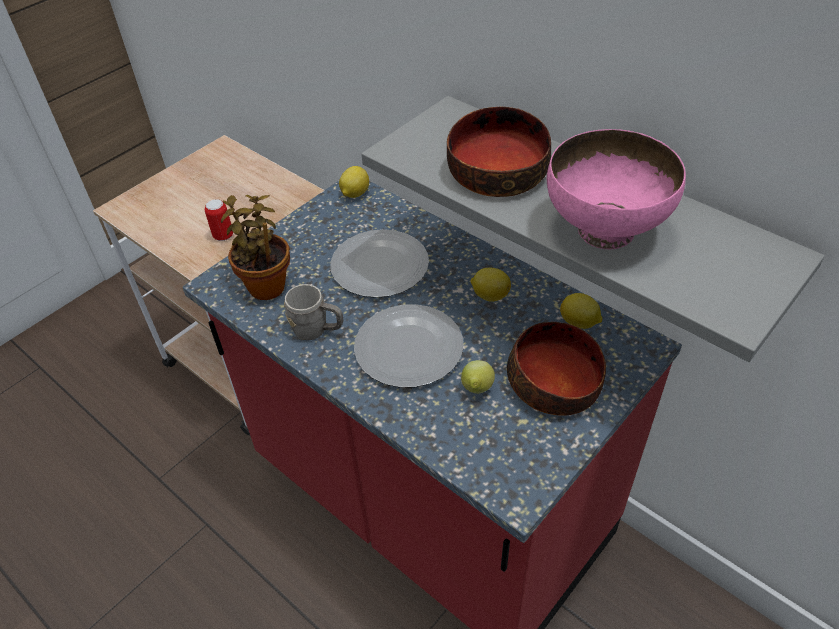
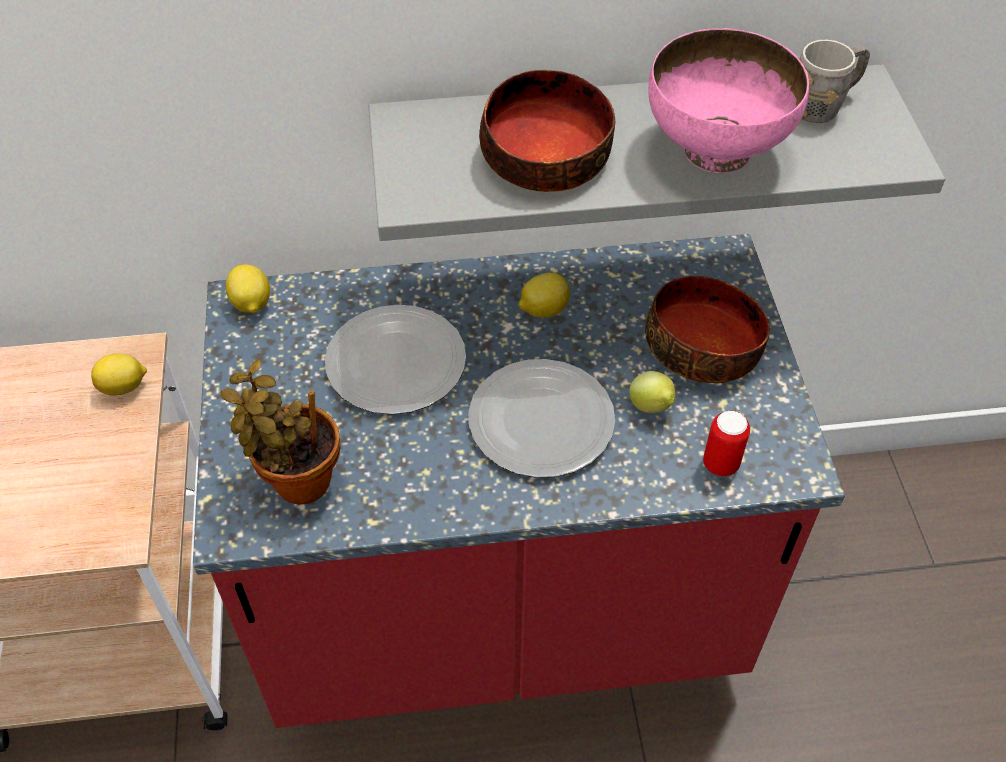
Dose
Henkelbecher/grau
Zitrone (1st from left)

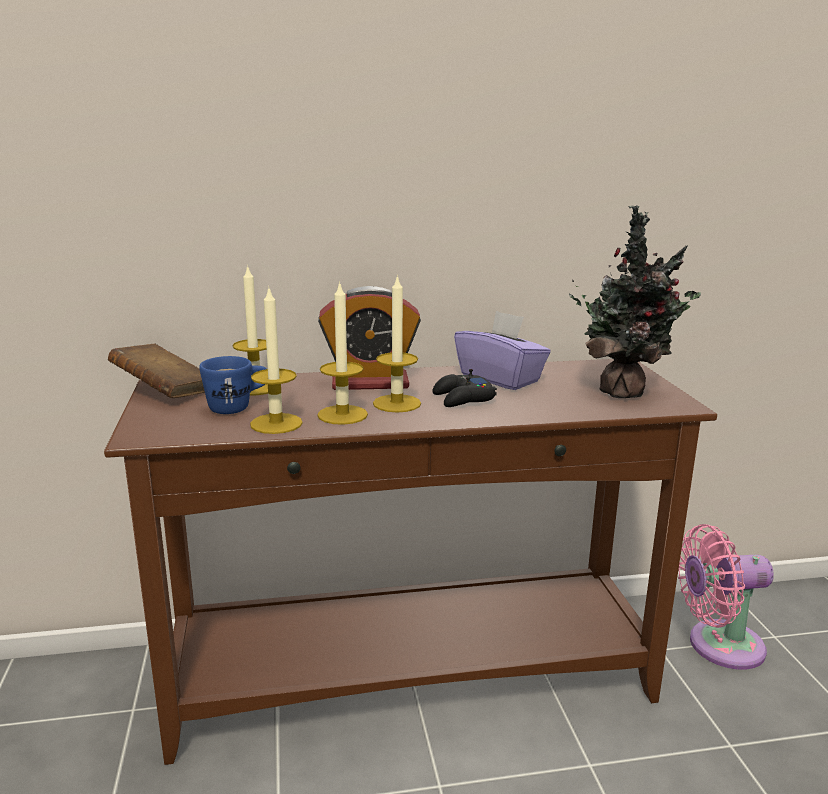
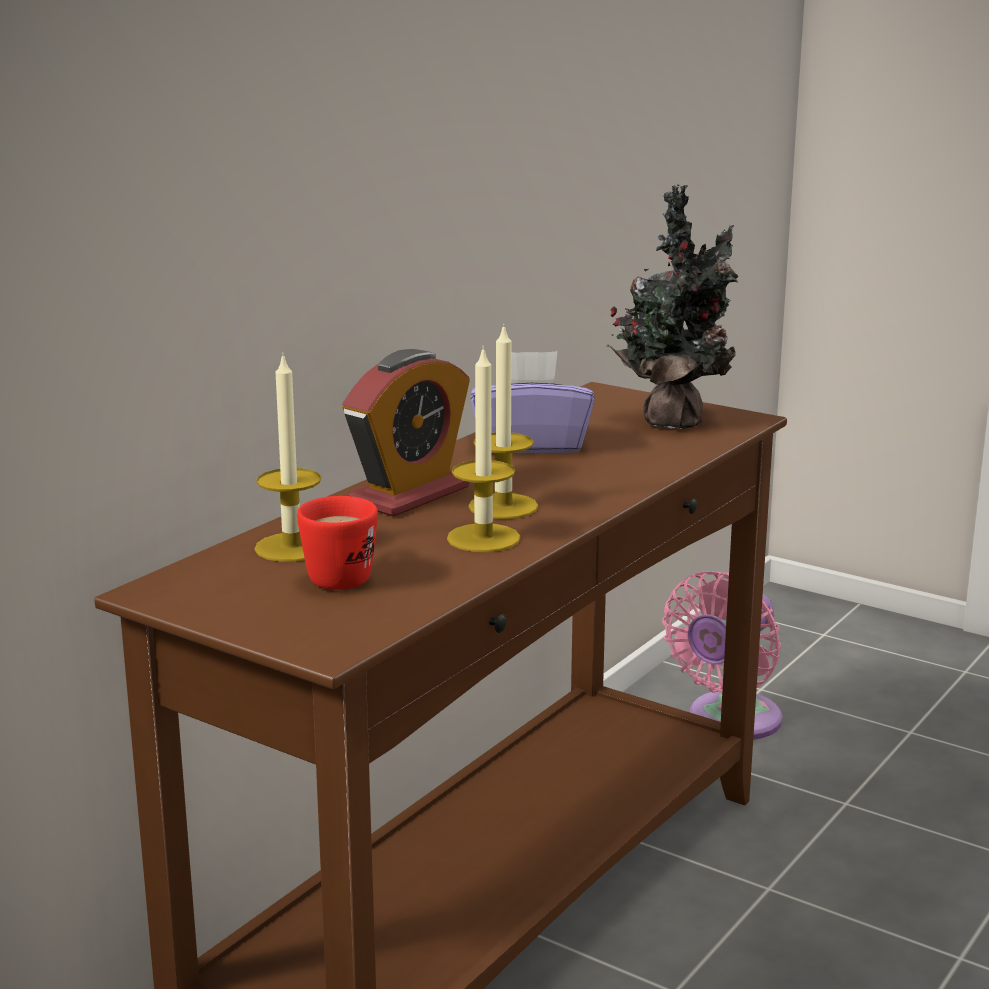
Buch/braun
Kerze (2nd from left in the first image)
Gamepad/schwarz
Henkelbecher/rot

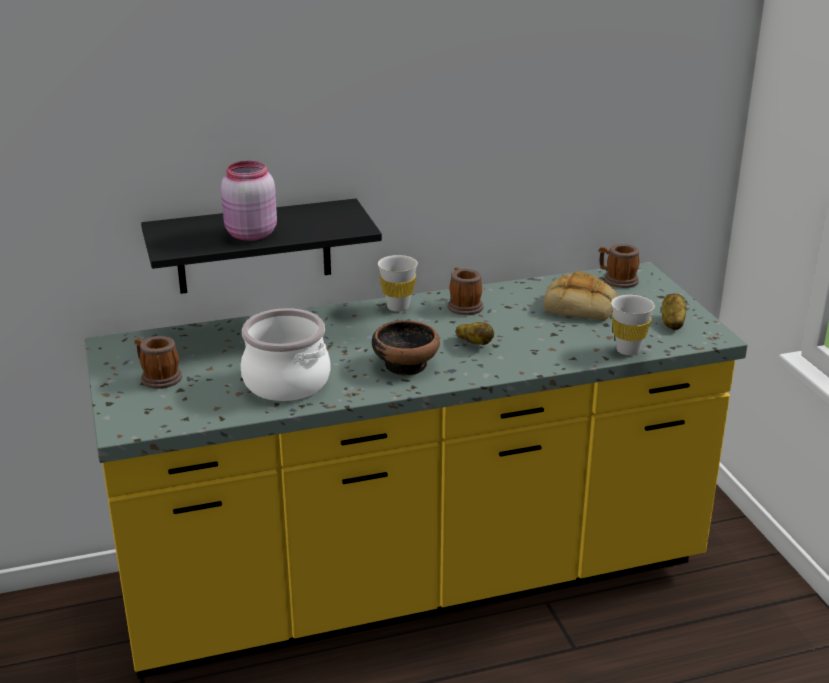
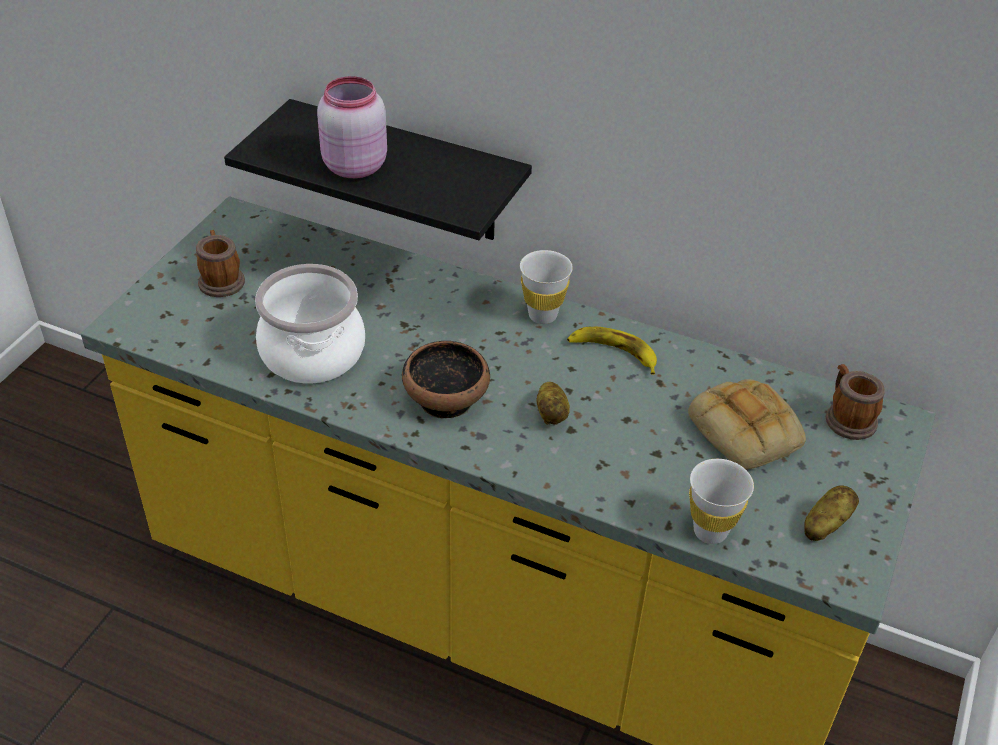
Banane

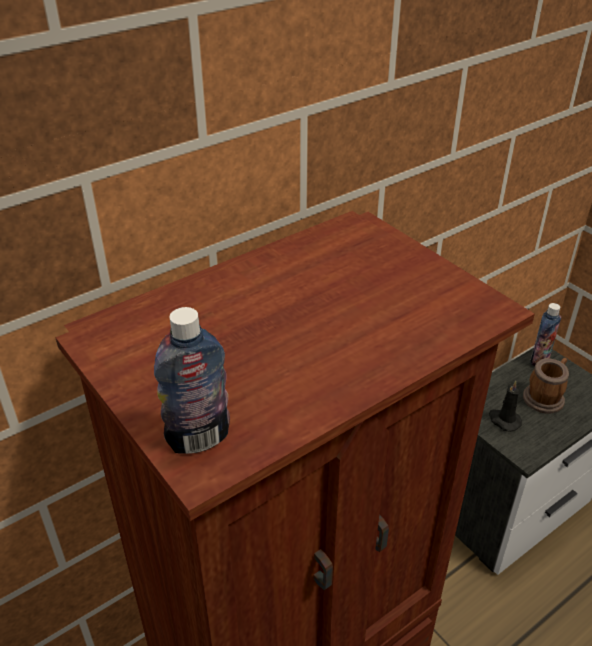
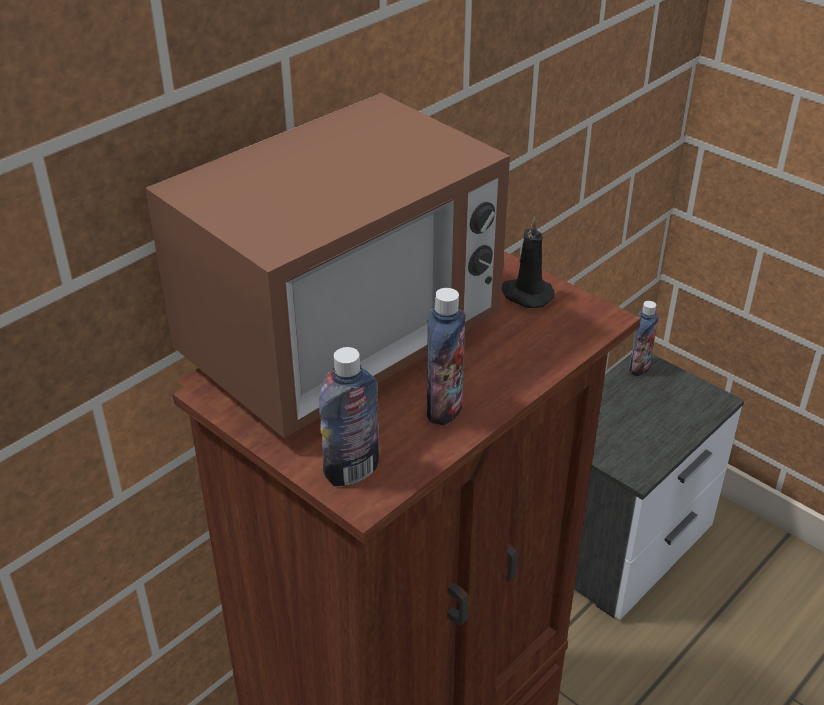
Henkelbecher
Mikrowelle
Flasche (2nd from left)
Kerze/schwarz

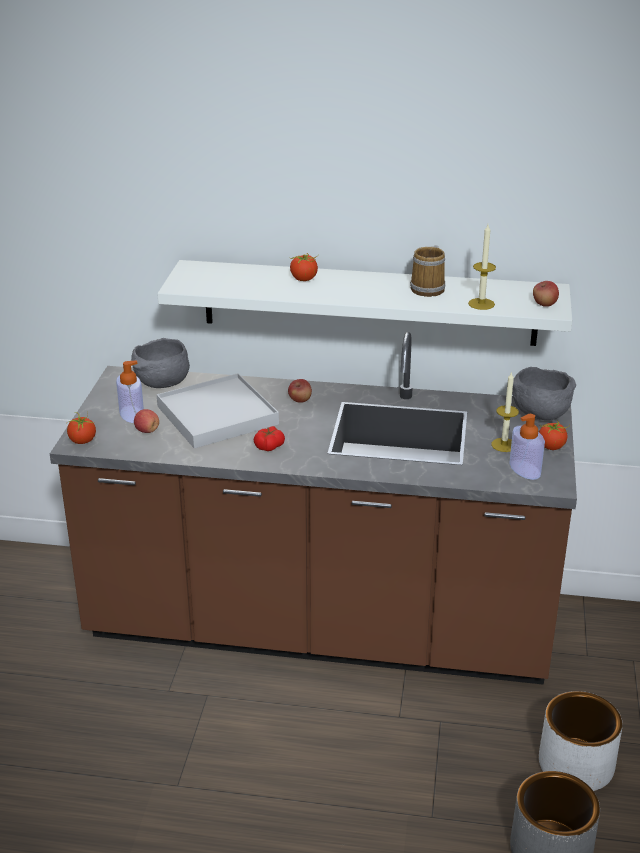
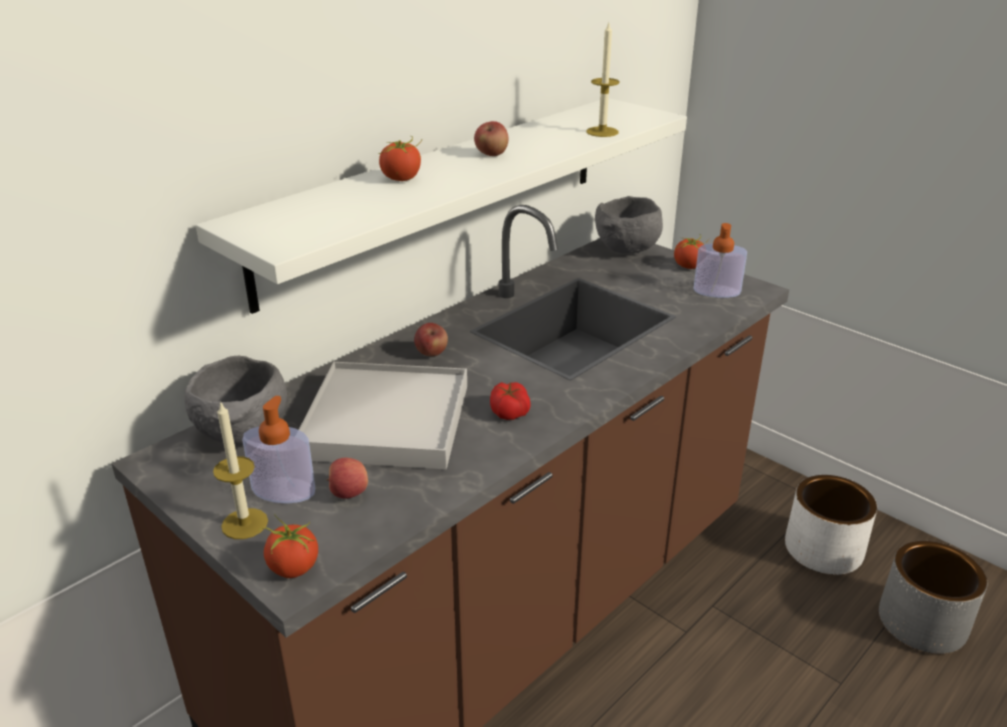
Henkelbecher
Kerze (1st from left)
Apfel (3rd from left)

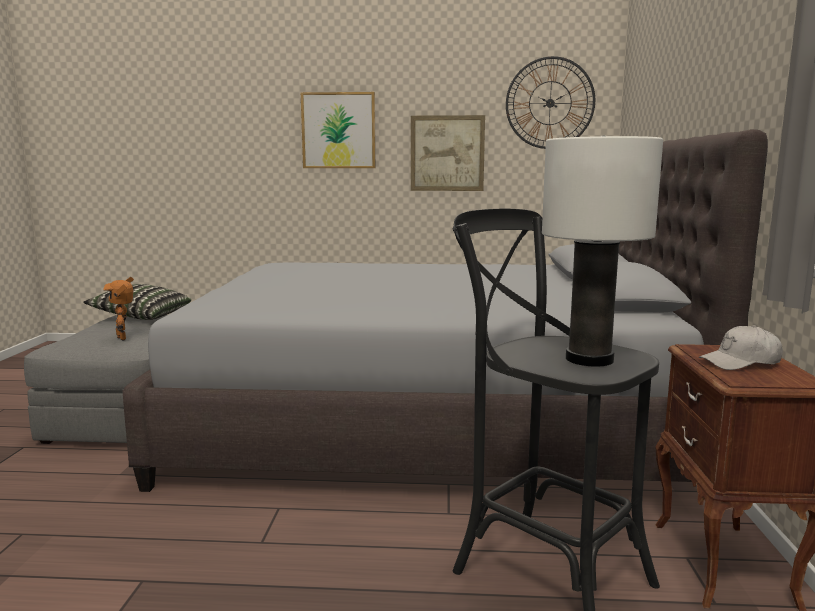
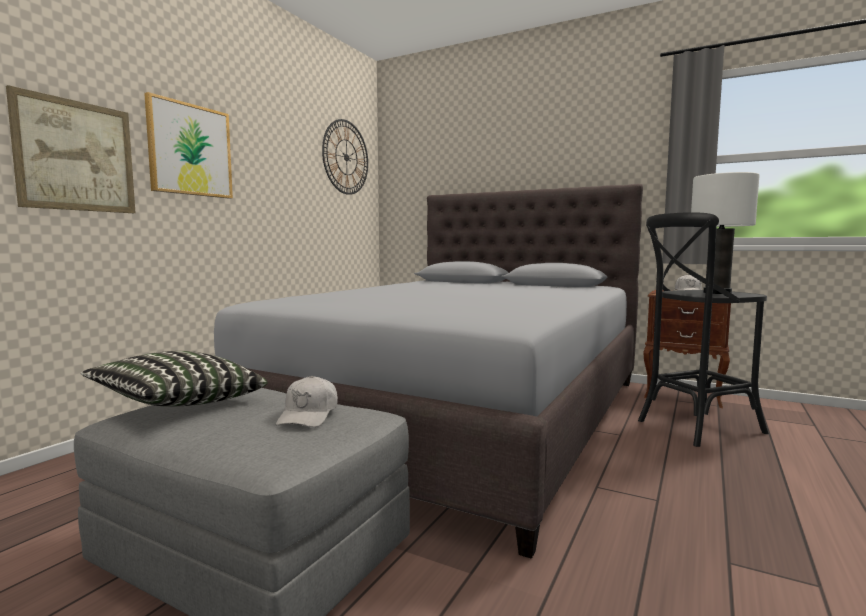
Bild (1st from left)
Kappe/weiß (1st from left)

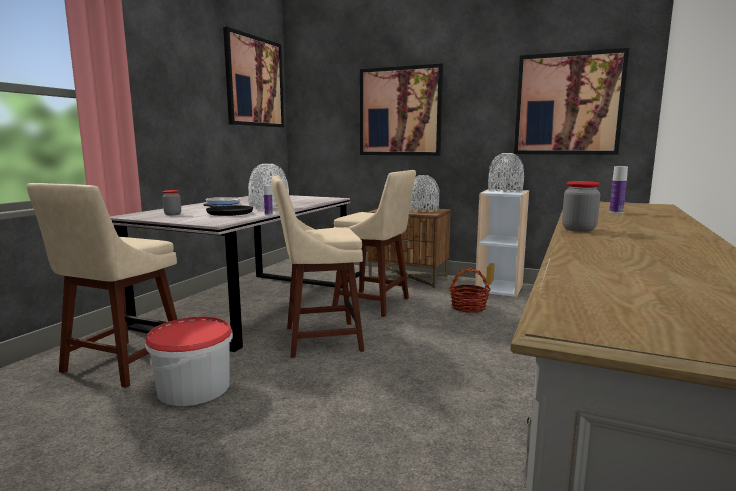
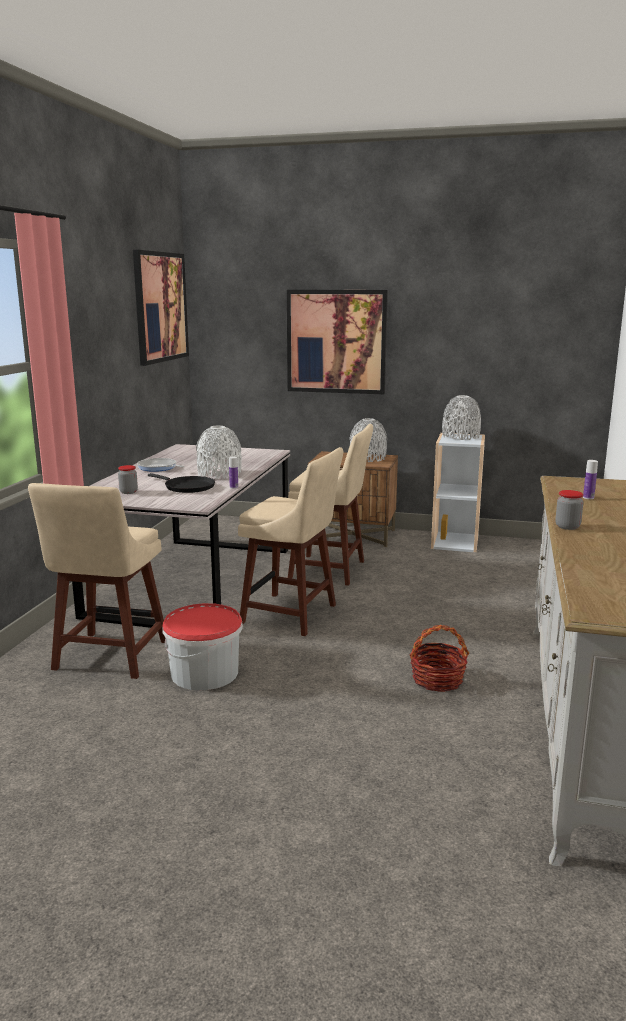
Bild (3rd from left in the first image)
Korb
Stuhl/beige (2nd from left)

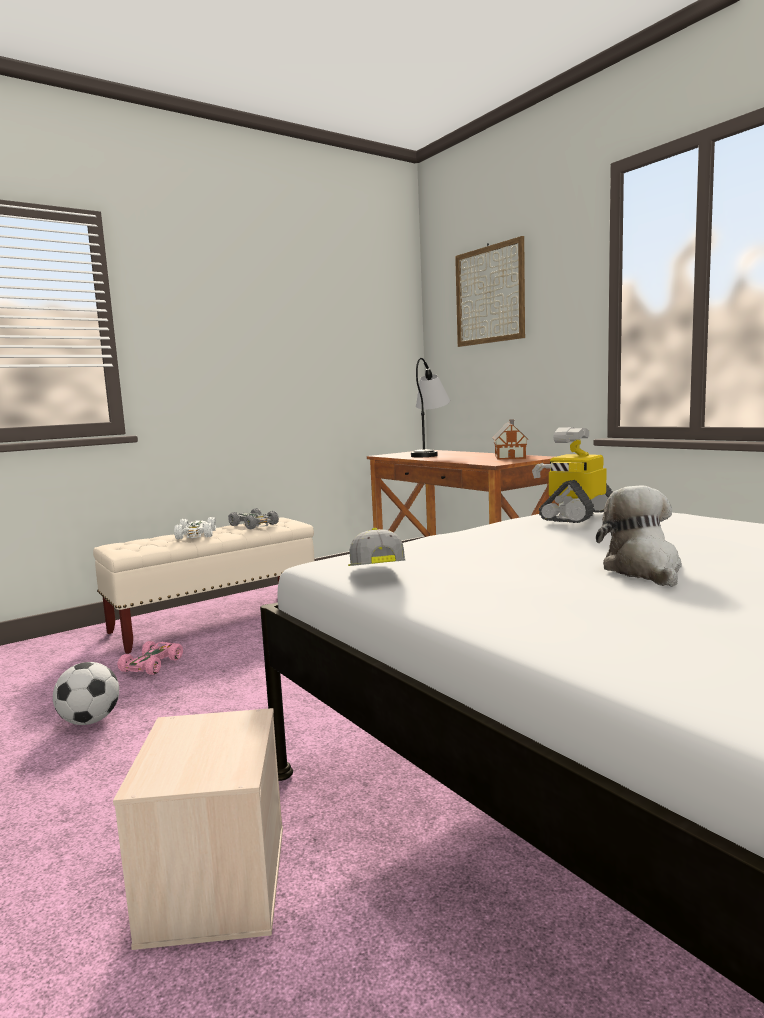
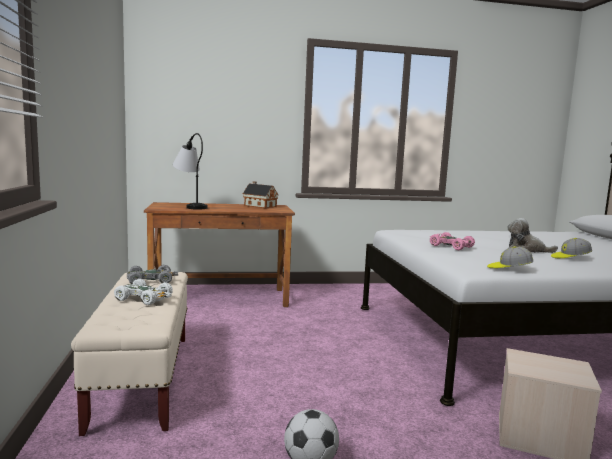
Bild
Spielzeugroboter
Kappe (2nd from left)
Spielzeugauto/rosa

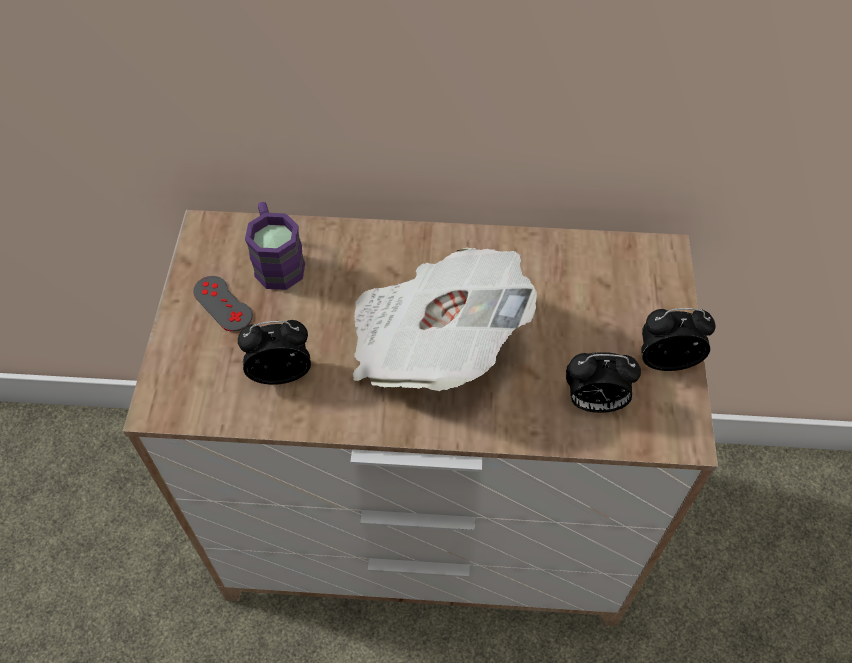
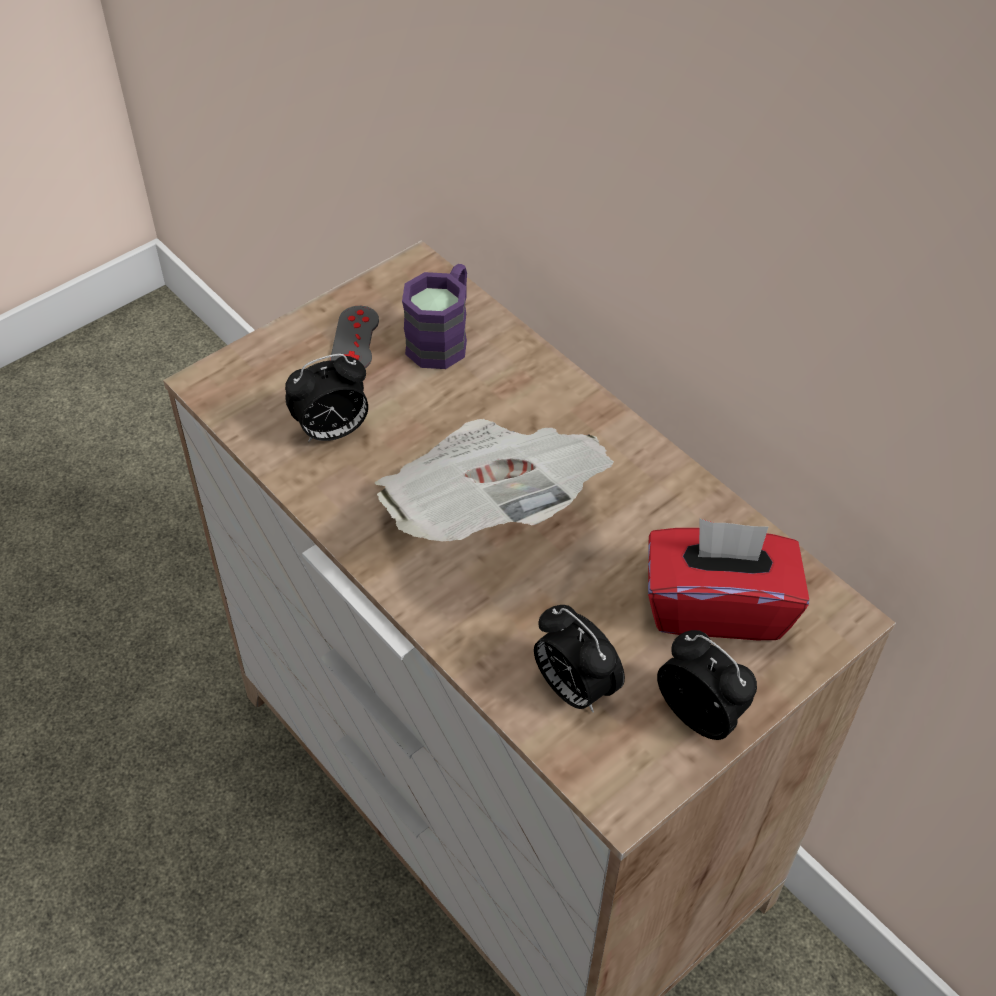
Taschentuchbox/rot
Wecker (1st from left)

